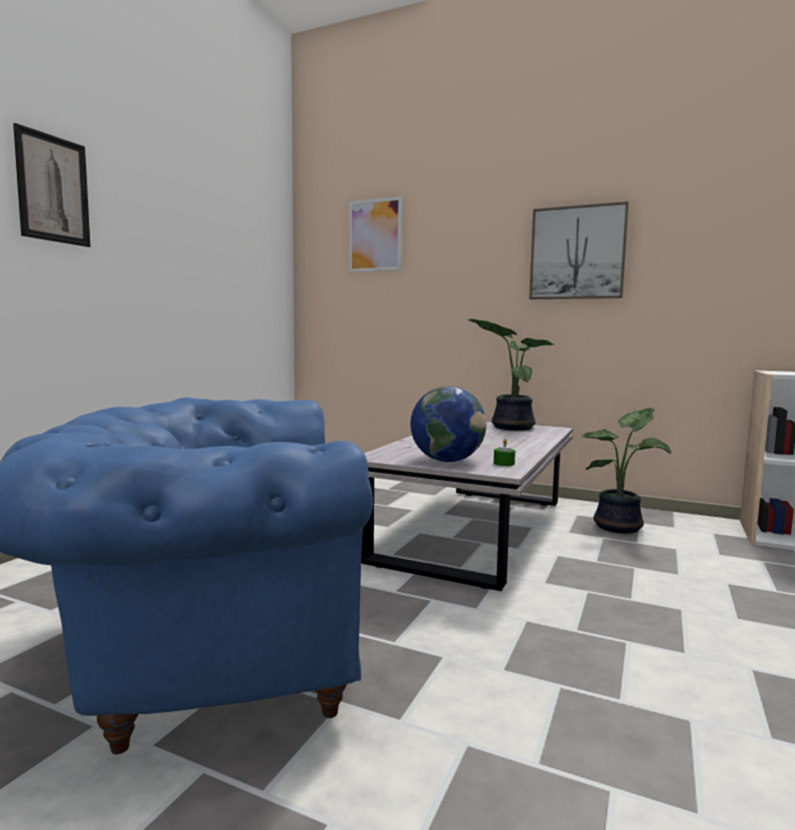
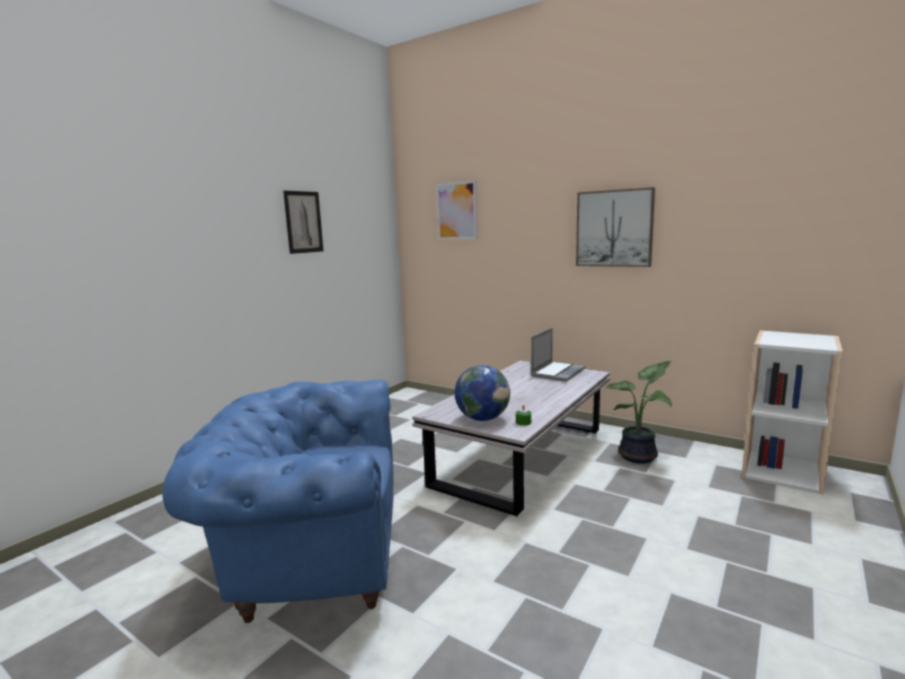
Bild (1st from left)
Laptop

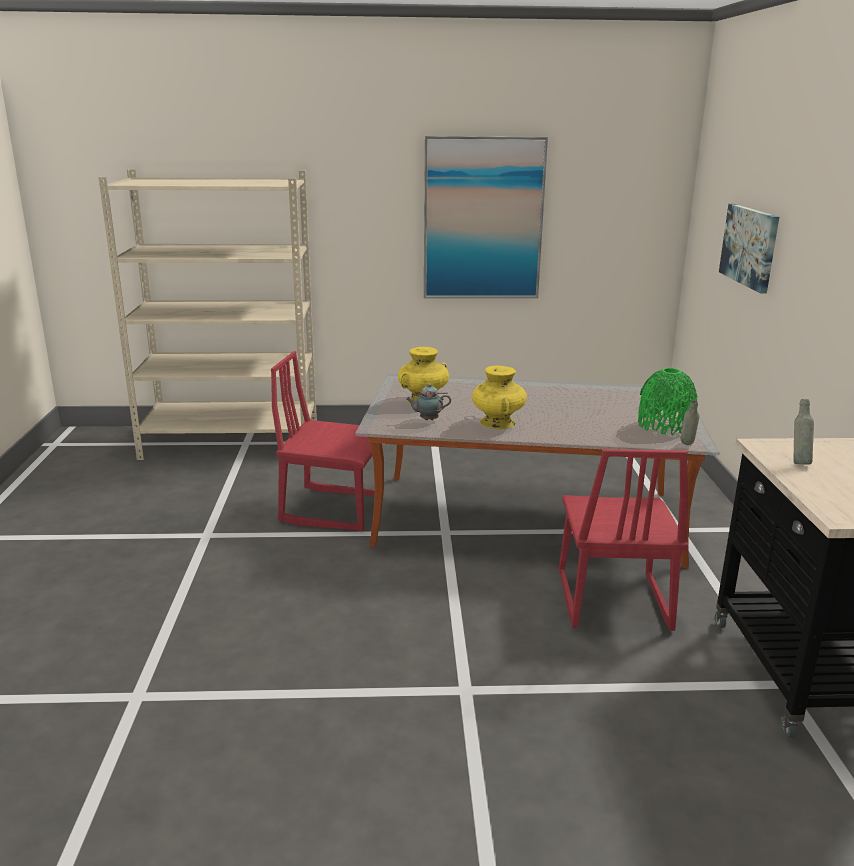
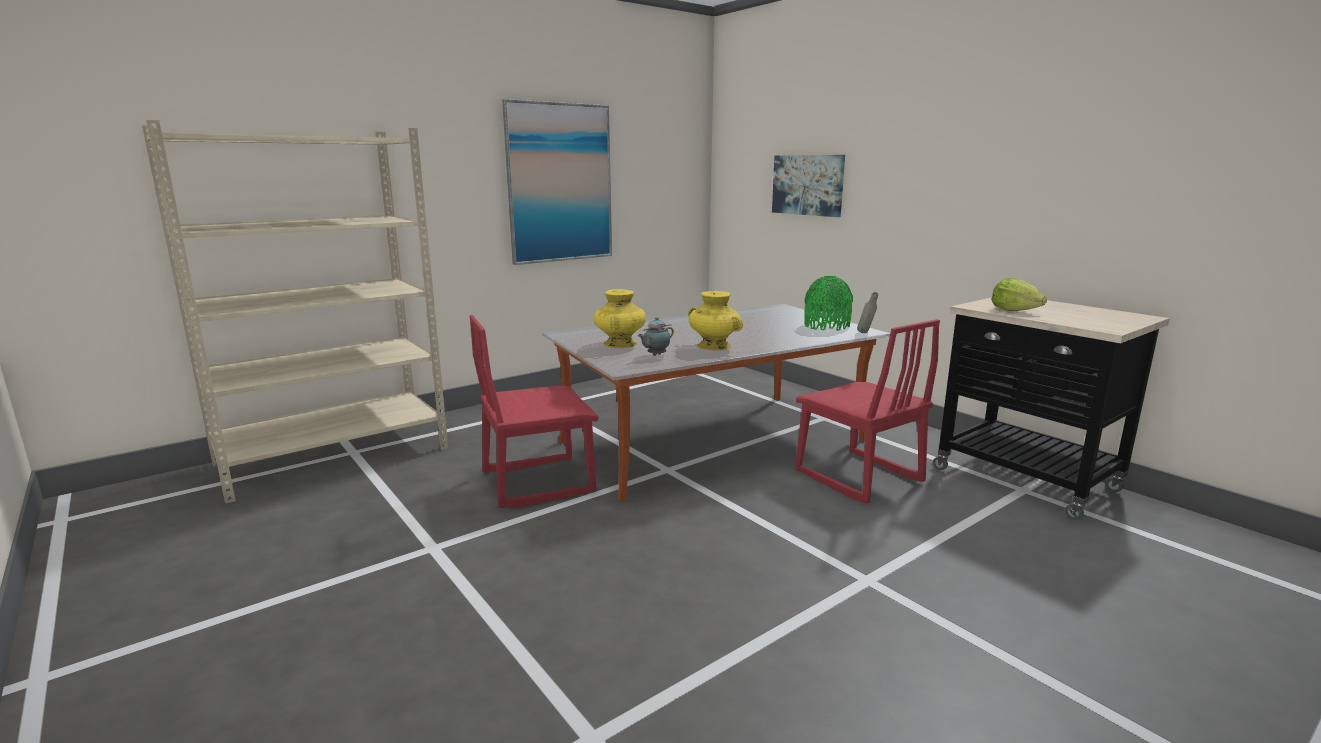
Salatkopf

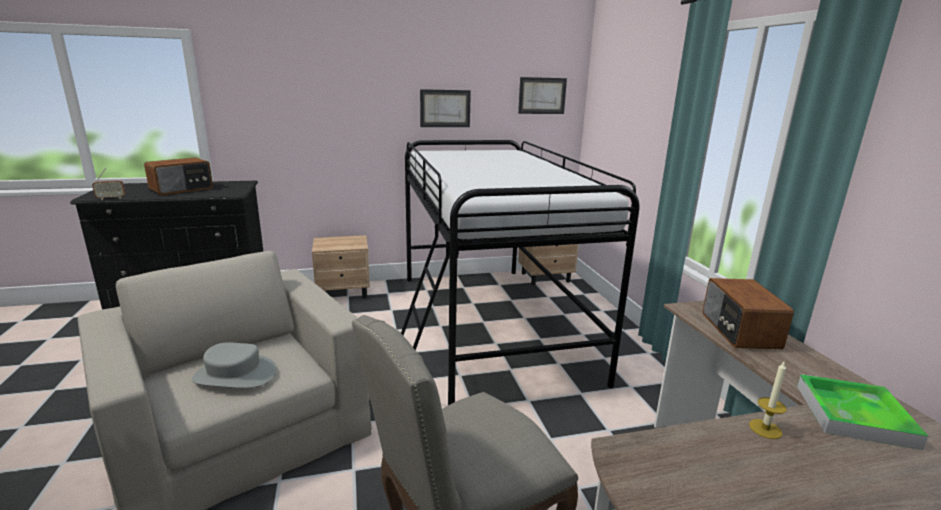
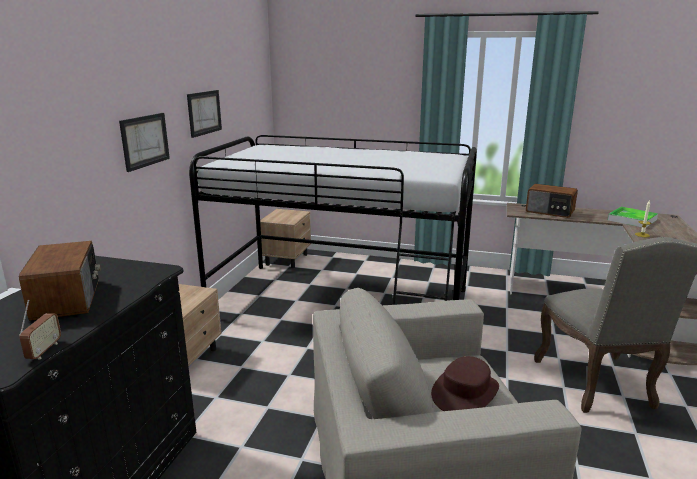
Bild (1st from left)
Hut/braun

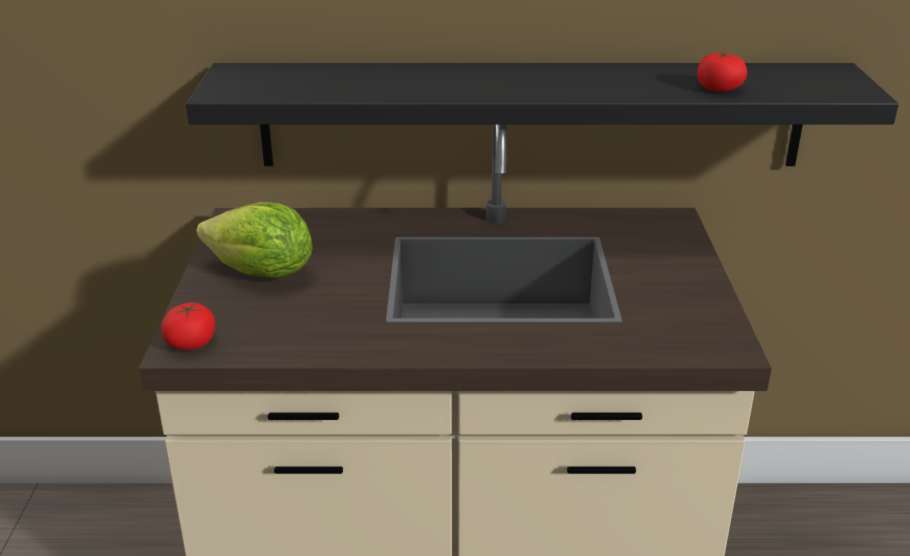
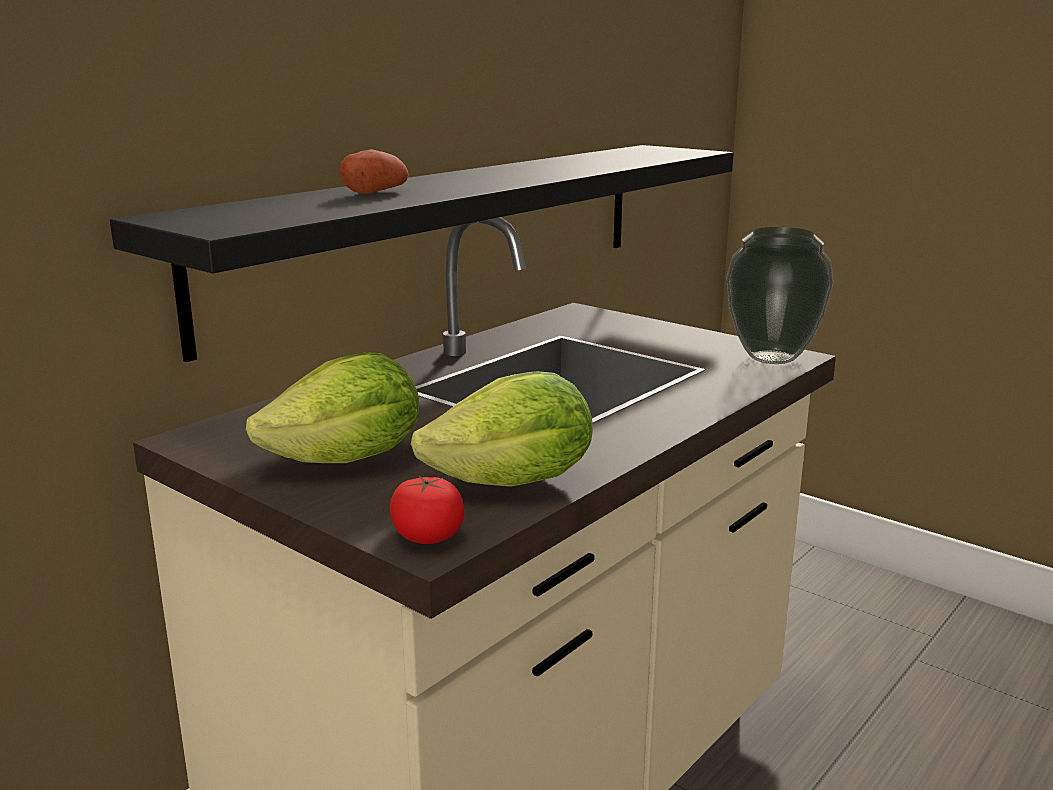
Tomate (2nd from left in the first image)
Kartoffel
Salatkopf (2nd from left)
Vase

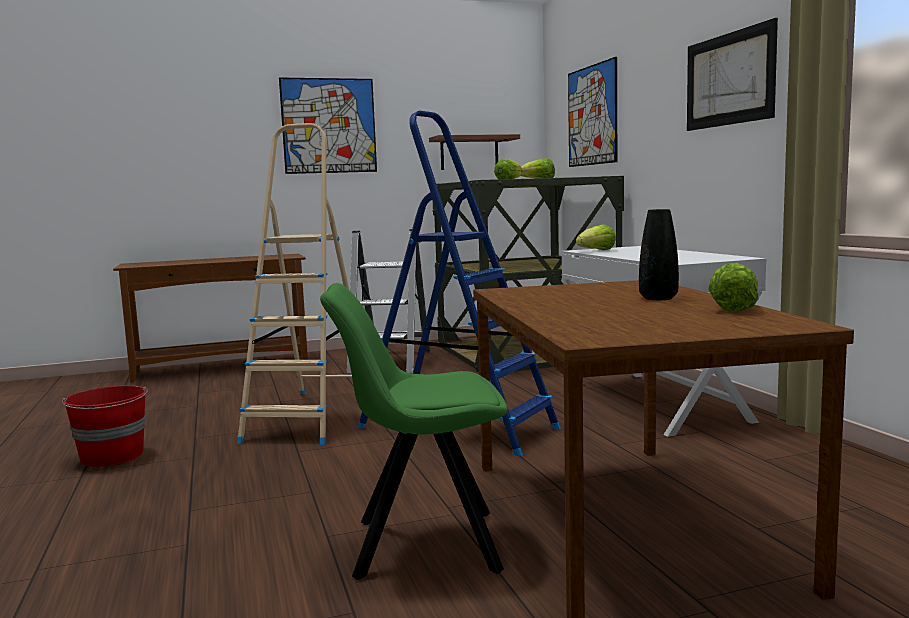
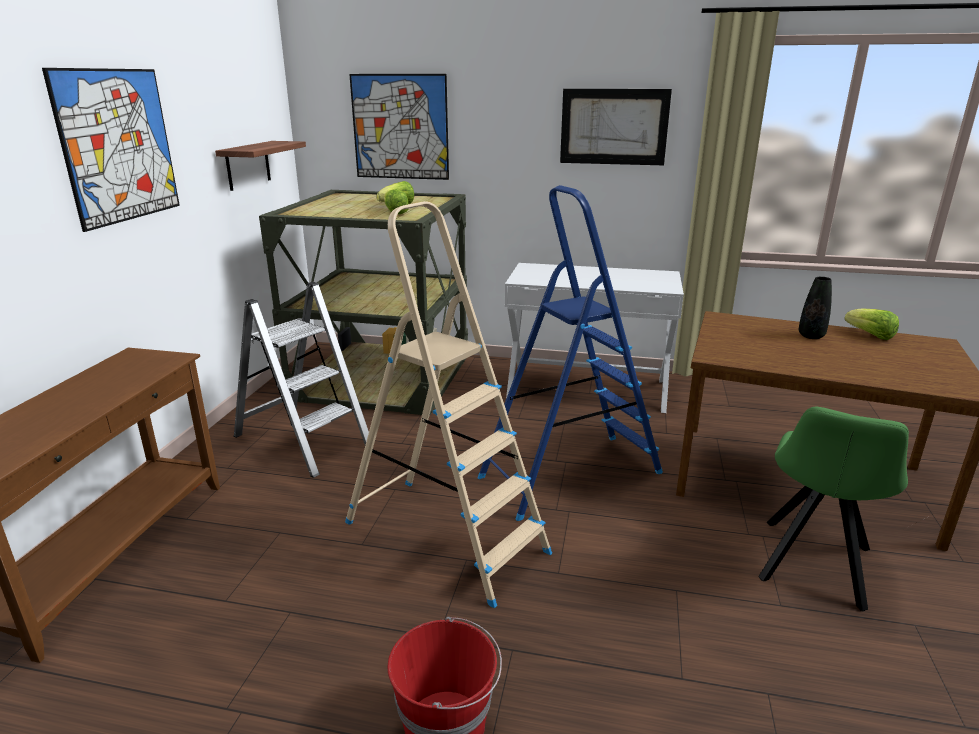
Salatkopf (3rd from left in the first image)

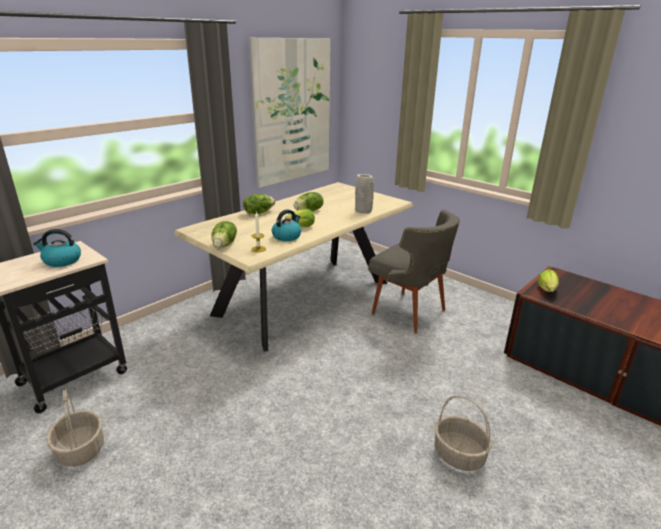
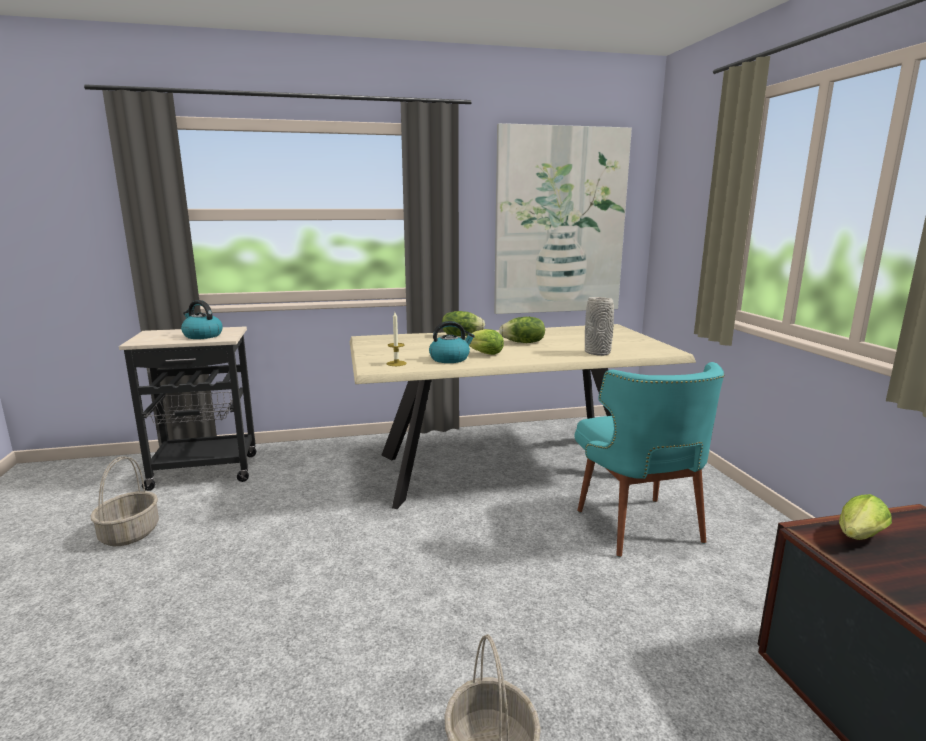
Salatkopf (1st from left in the first image)
Stuhl/türkis

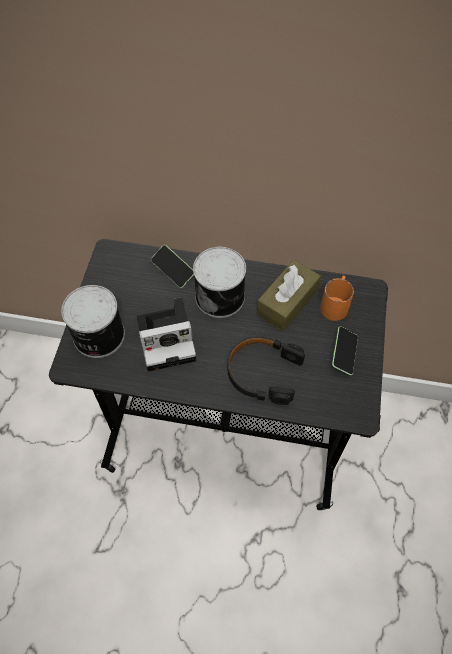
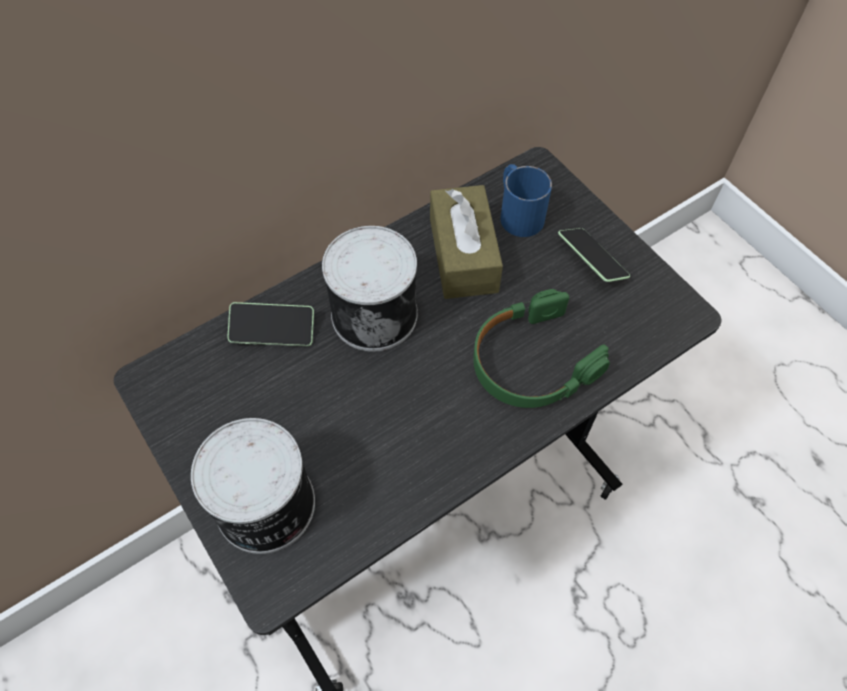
Kamera
Kopfhörer/grün
Henkelbecher/blau

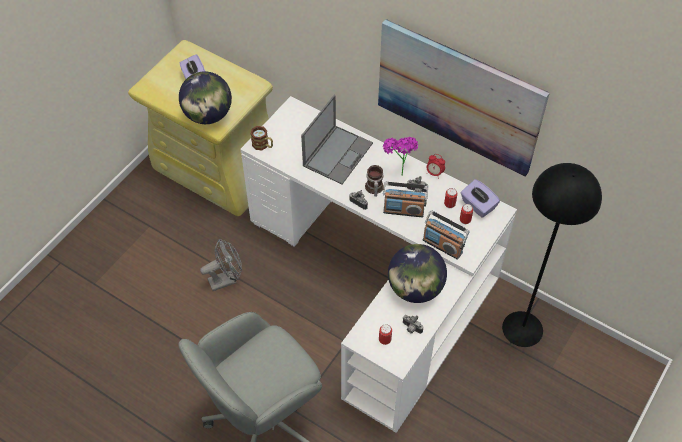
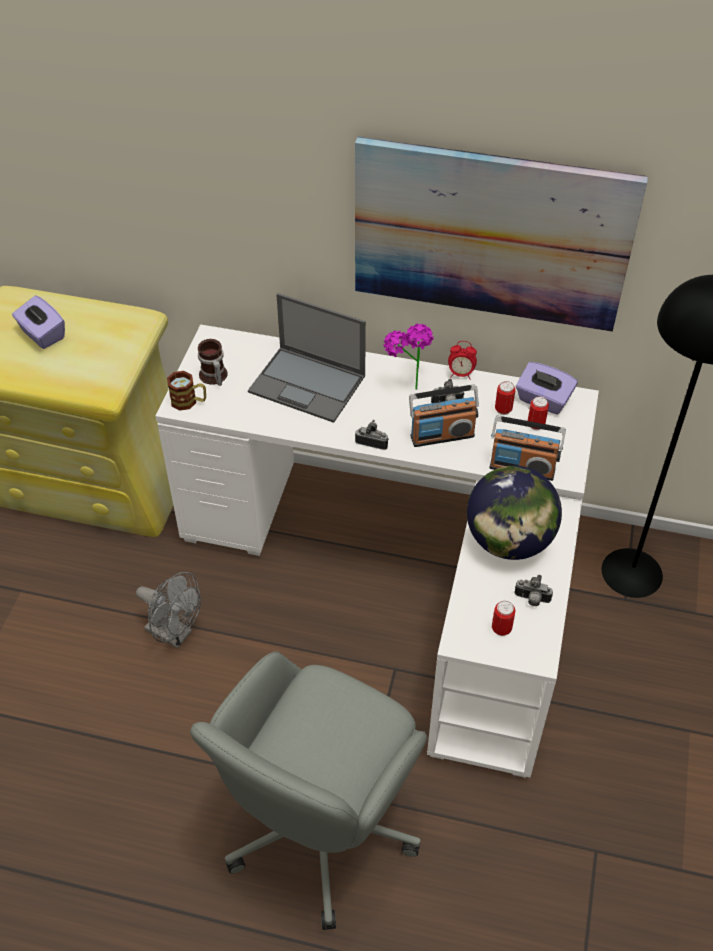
Globus (1st from left in the first image)
Henkelbecher (2nd from left)
Ventilator/grau
Laptop

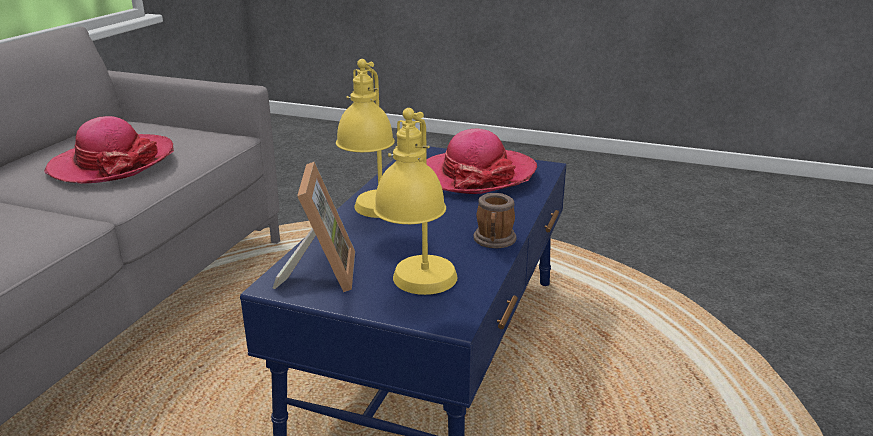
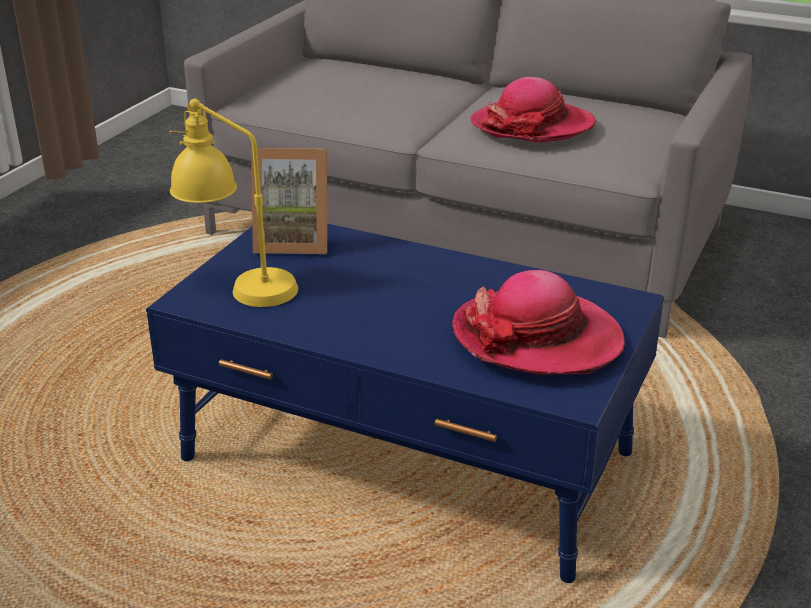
Tischlampe/gelb (1st from left in the first image)
Henkelbecher

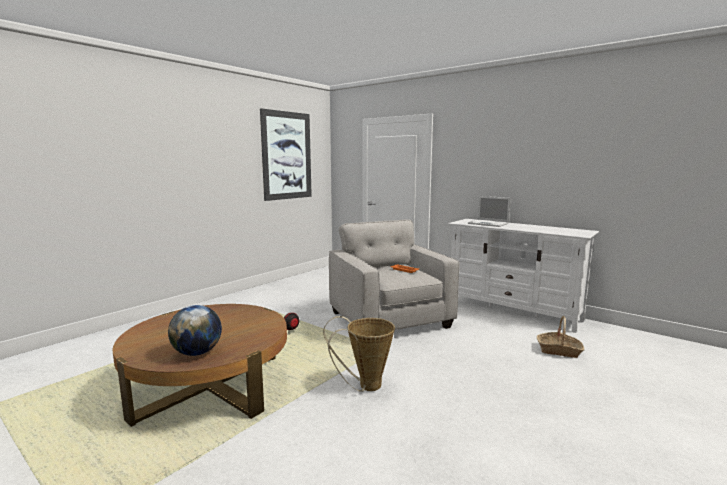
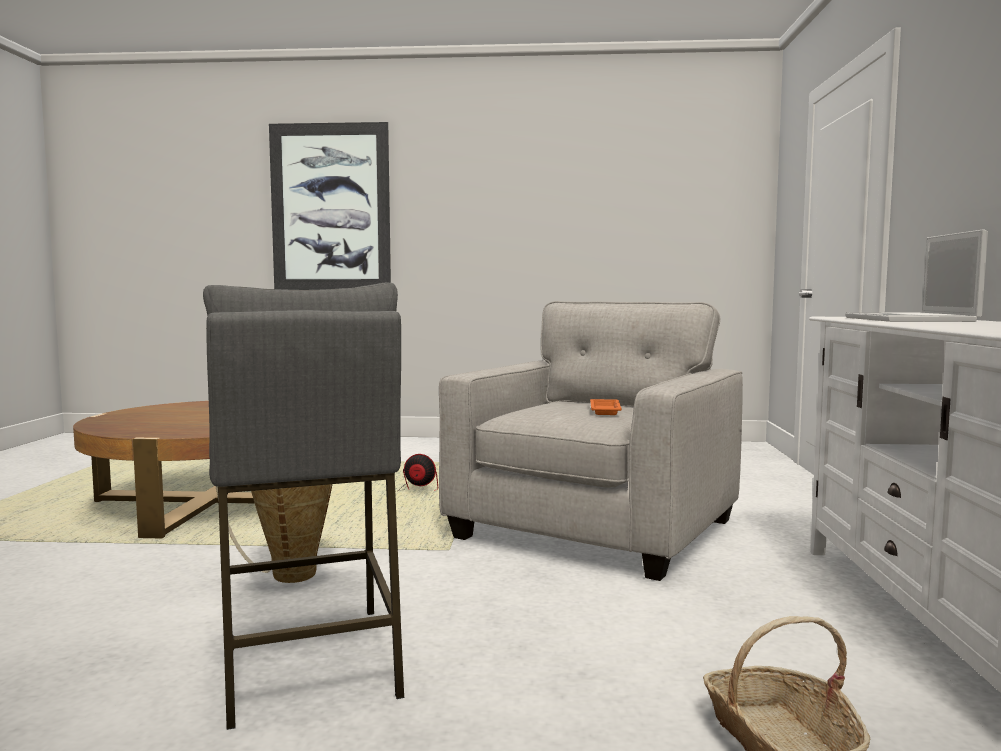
Globus
Hocker/grau
Bild

